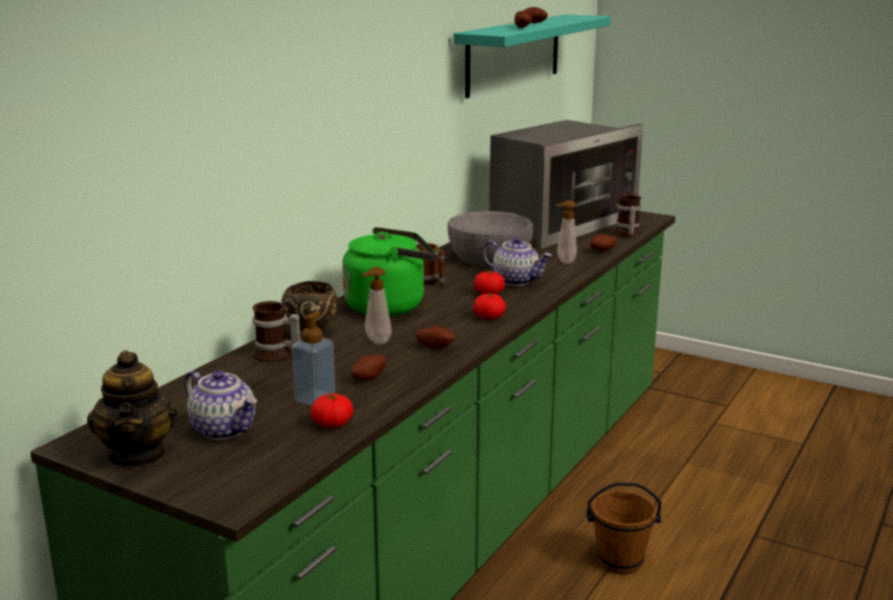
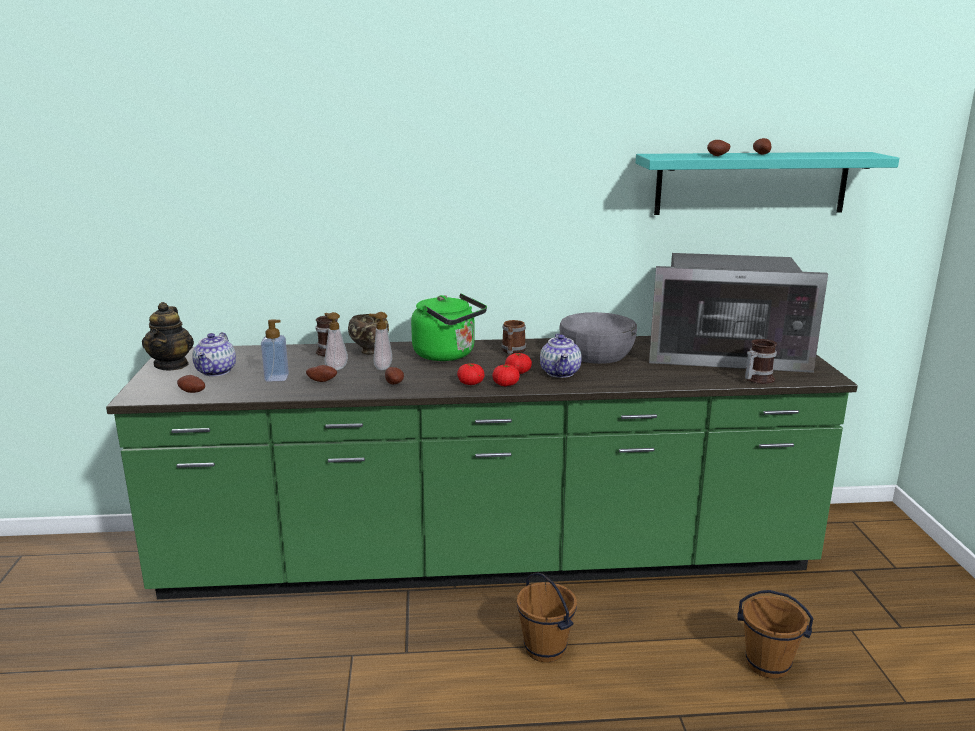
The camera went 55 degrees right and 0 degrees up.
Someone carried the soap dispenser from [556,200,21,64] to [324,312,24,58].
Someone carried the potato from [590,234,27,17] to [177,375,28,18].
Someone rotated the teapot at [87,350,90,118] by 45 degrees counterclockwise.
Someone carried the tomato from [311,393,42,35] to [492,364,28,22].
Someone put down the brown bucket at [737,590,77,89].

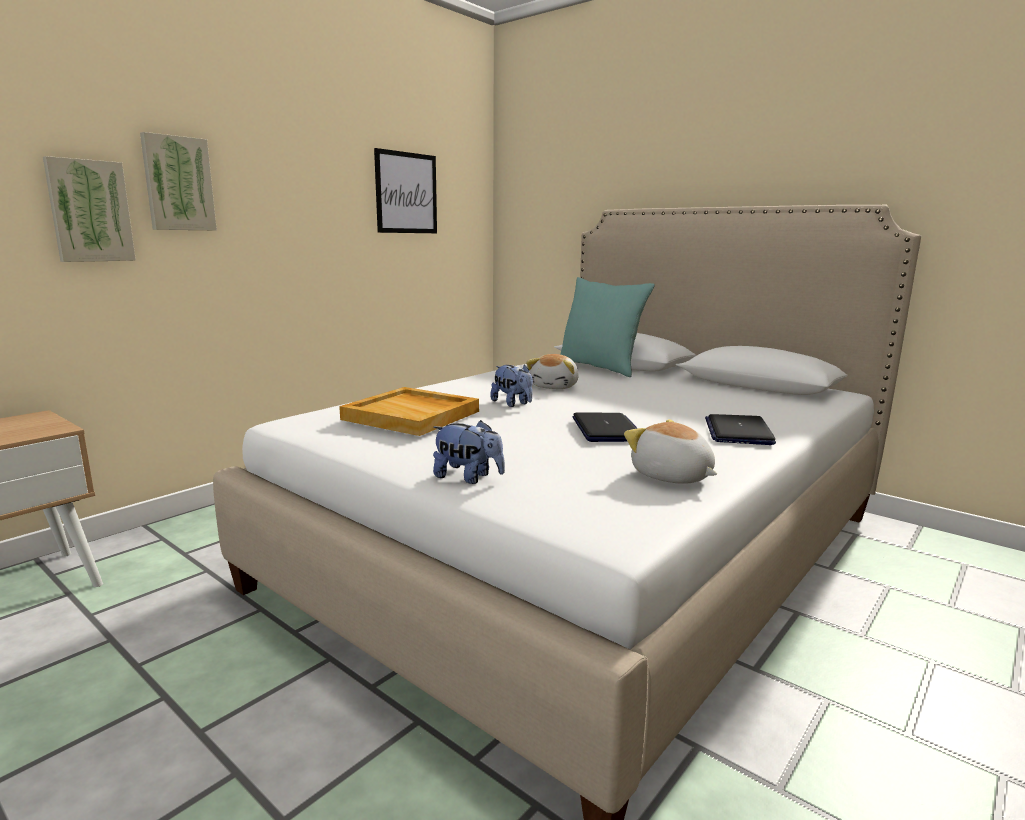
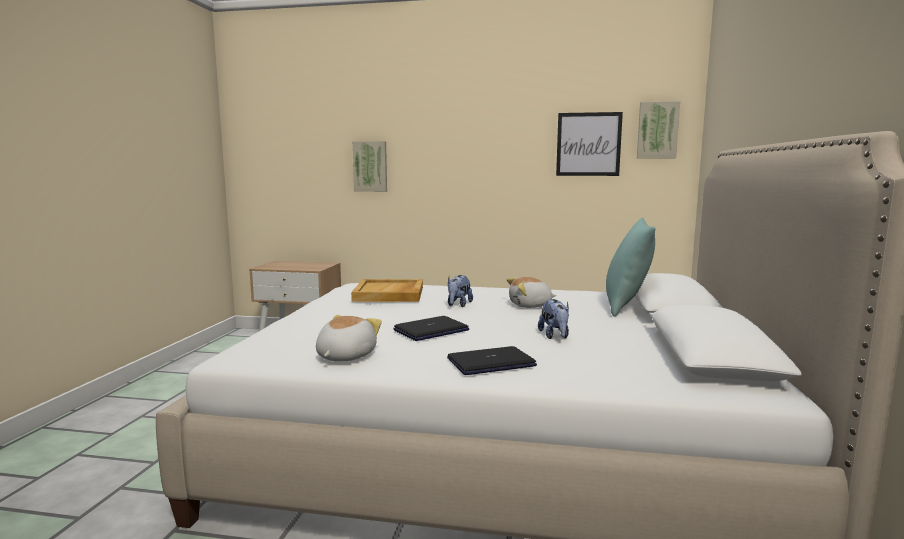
The camera went 60 degrees right and 5 degrees down.
Someone carried the picture from [140,132,77,98] to [637,101,43,58].
Someone carried the plush toy from [433,420,72,64] to [538,299,31,40].

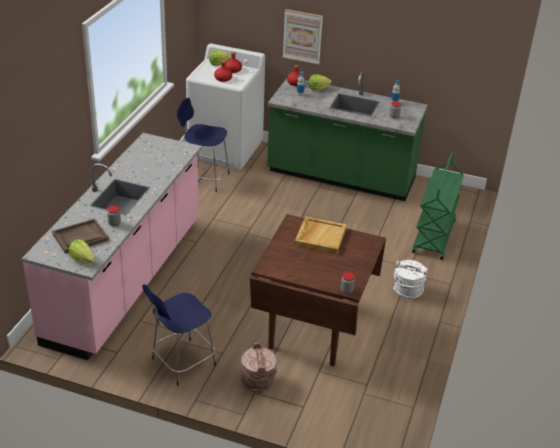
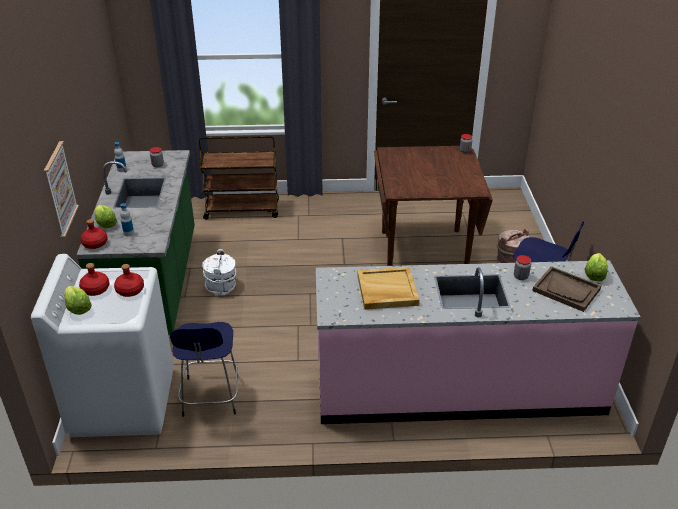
The camera went 110 degrees left and 0 degrees up.
Someone repainted the green cart at [412,152,52,108], which became the brown cart at [199,136,80,84].
Someone carried the beige tray from [294,216,53,38] to [357,267,62,43].
Someone carried the white bucket from [393,260,34,39] to [202,249,35,46].

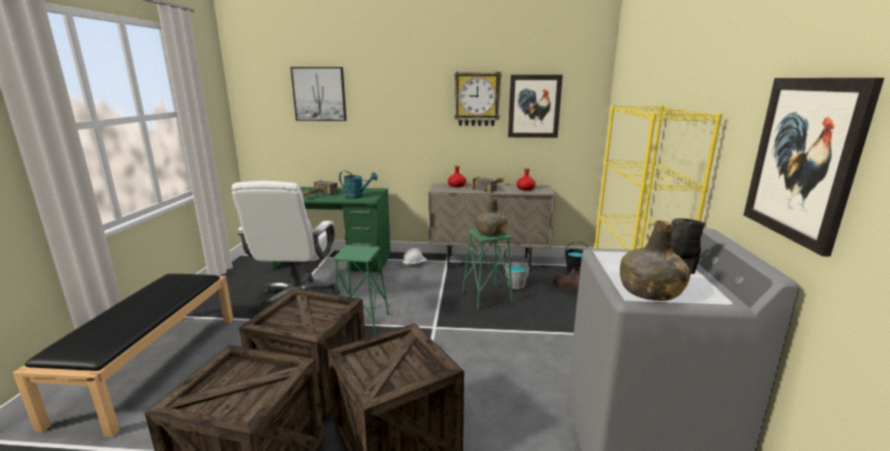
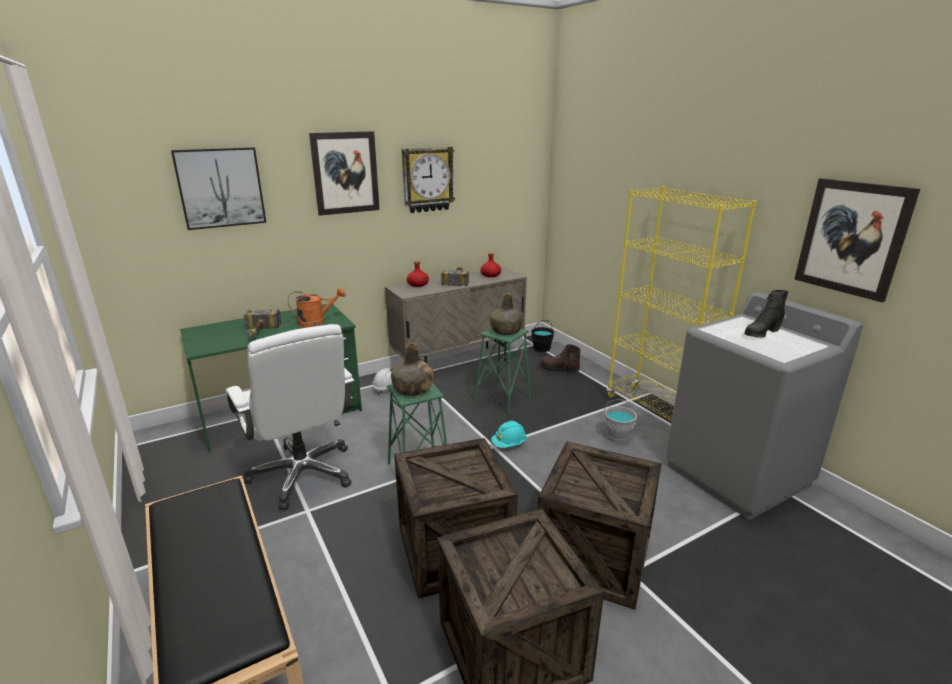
The camera went 35 degrees left and 5 degrees up.
Someone carried the picture from [508,75,55,63] to [309,131,71,85].
Someone repainted the turquoise watering can at [339,171,39,28], which became the orange watering can at [288,287,58,40].
Someone carried the green bottle from [620,221,70,80] to [391,343,43,53].
Someone carried the grey bucket from [505,255,25,34] to [604,399,34,44].
Someone put down the turquoise hard hat at [491,421,36,27].

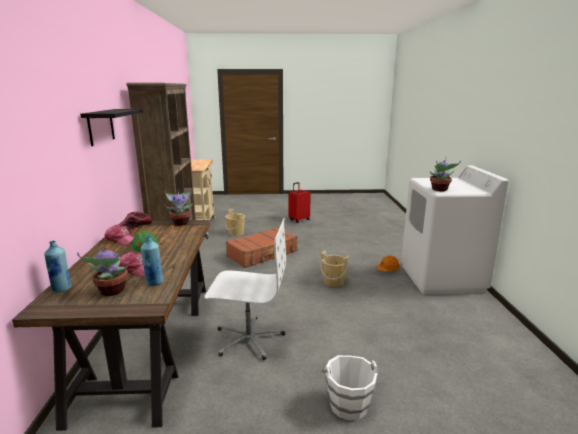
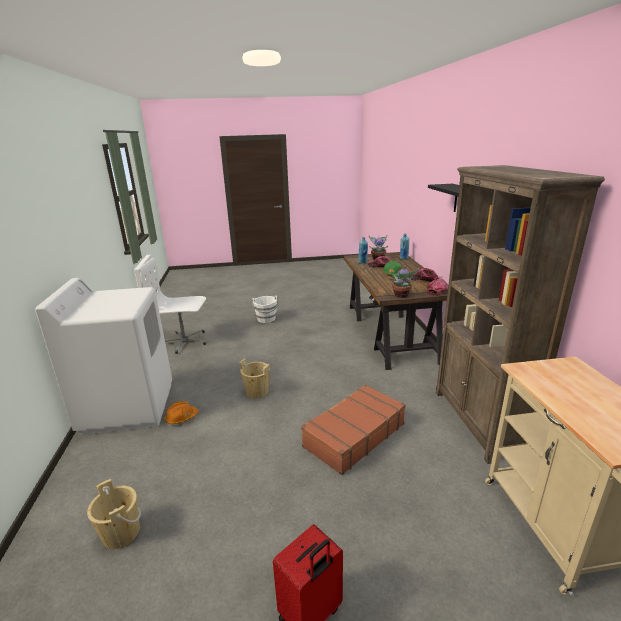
The camera went 175 degrees right and 5 degrees up.
Someone took away the potted plant at [430,157,31,34].
Someone carried the beige bucket from [225,209,20,27] to [87,479,54,70].
Someone carried the white office chair from [204,218,82,142] to [140,258,66,96].

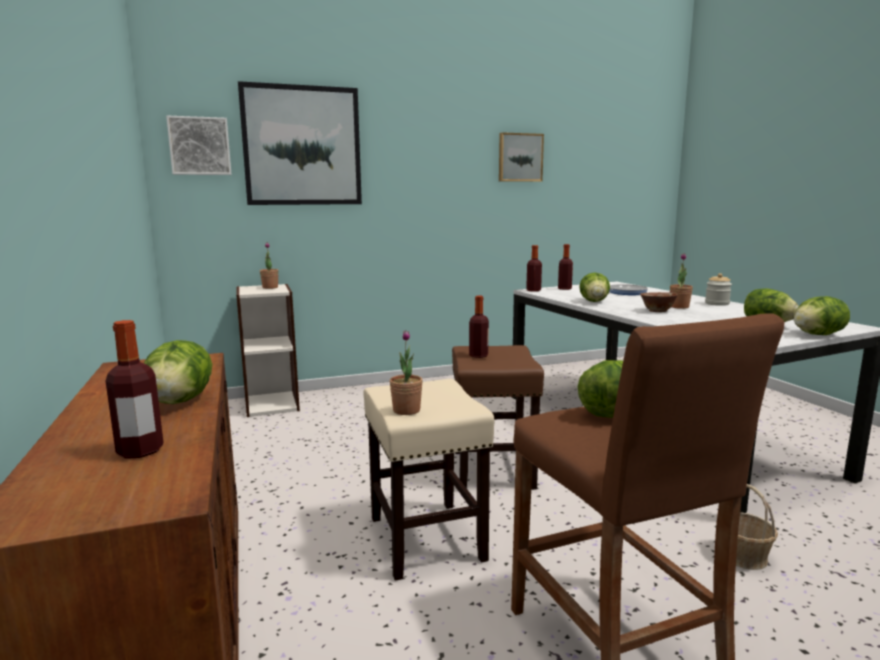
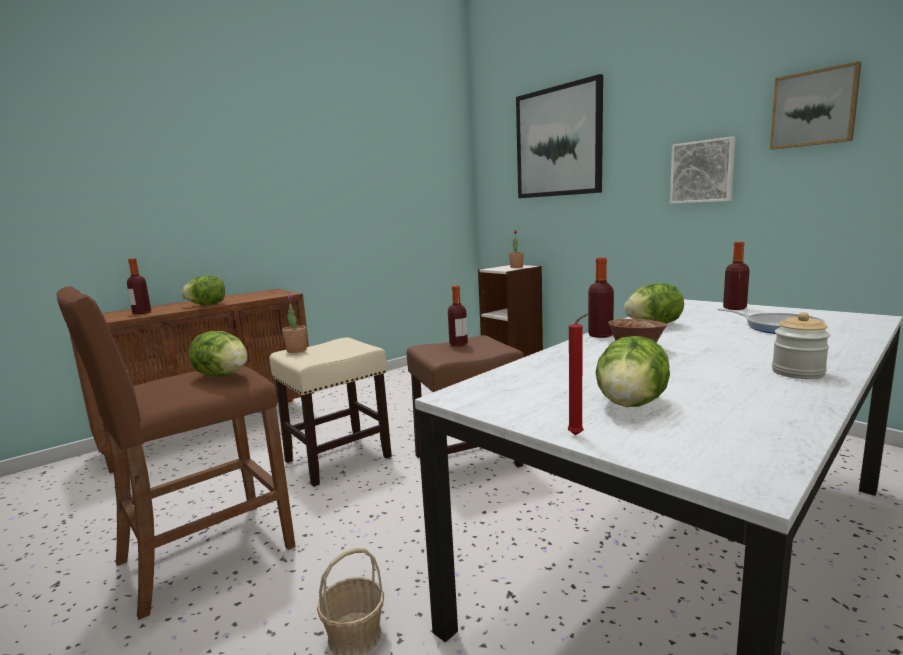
The camera went 70 degrees right and 0 degrees up.
Someone carried the picture from [166,116,66,59] to [670,136,66,68].
Someone carried the bottle from [526,245,16,47] to [588,257,26,81].
Someone took away the potted plant at [670,253,23,56].
Someone swapped the lettuce at [794,296,56,39] for the red candle at [568,314,20,121].

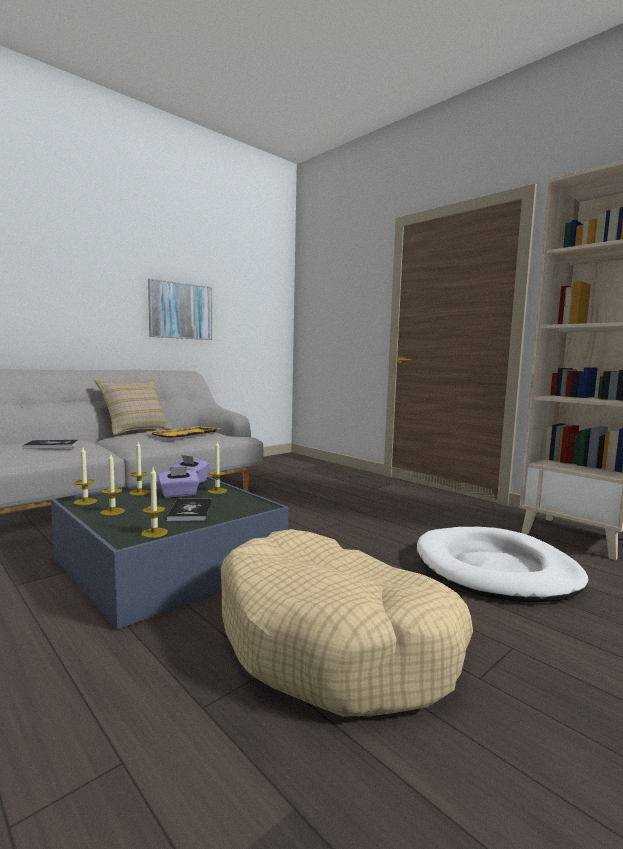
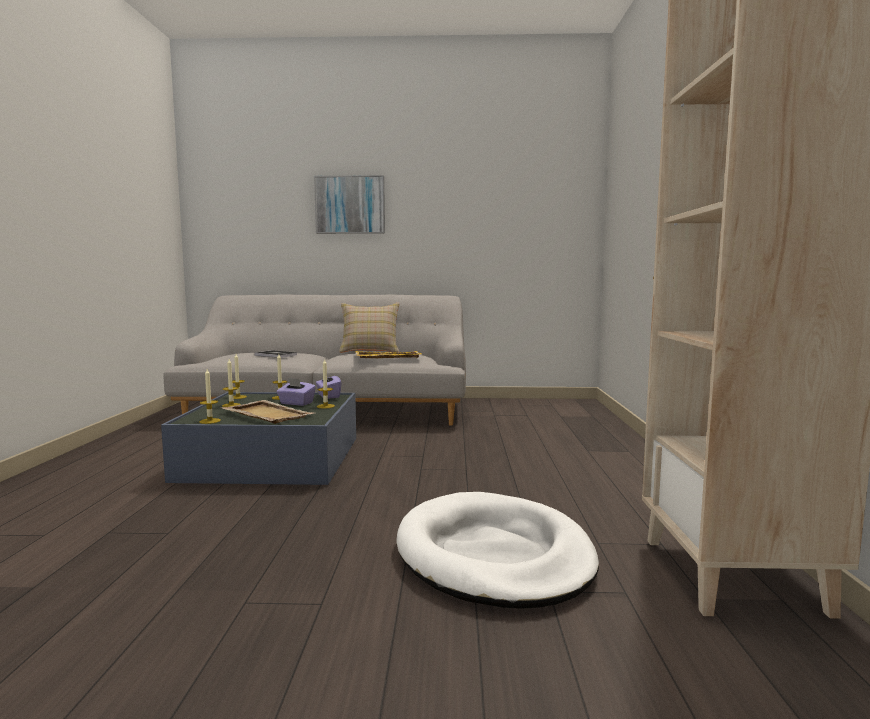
The camera went 45 degrees right and 0 degrees up.
Someone carried the picture from [148,279,64,61] to [314,175,71,59].
Someone swapped the book at [167,499,45,22] for the beige tray at [221,400,92,24].
Someone took away the beige dog bed at [221,529,252,188].

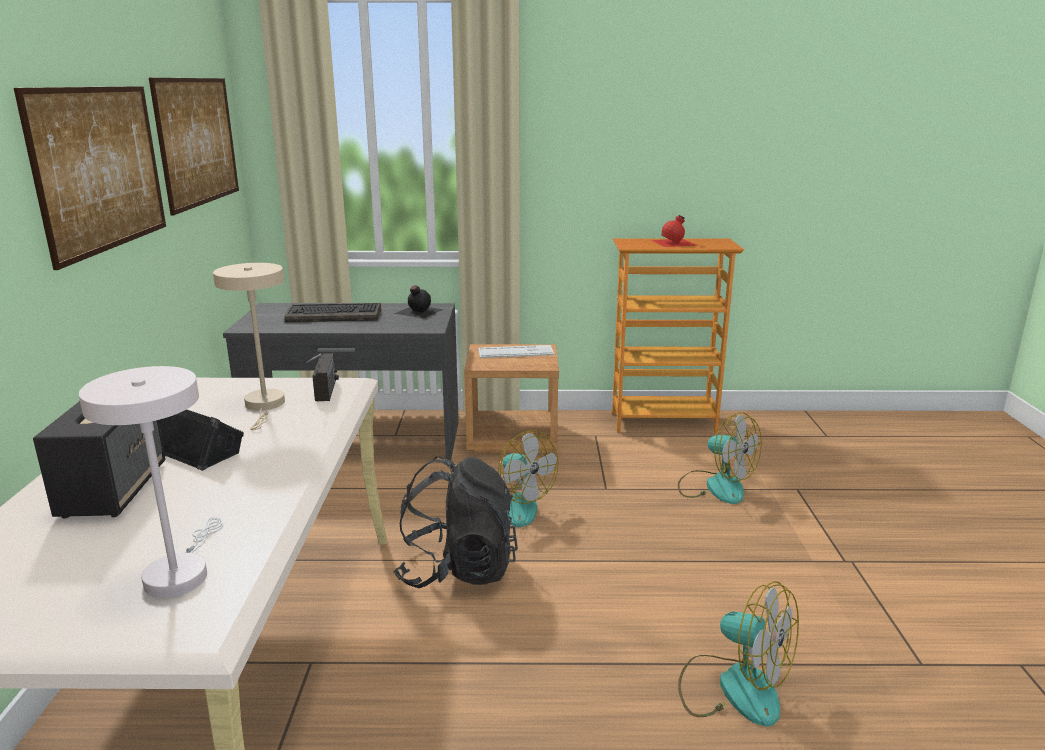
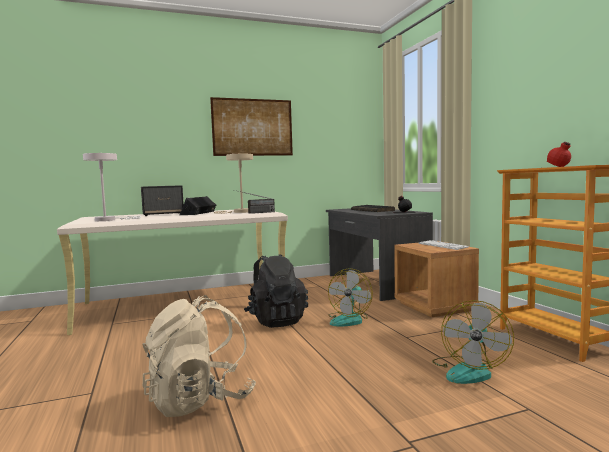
The camera went 70 degrees right and 15 degrees down.
Someone took away the picture at [149,78,90,138].
Someone swapped the fan at [678,581,121,145] for the beige backpack at [143,295,113,122].

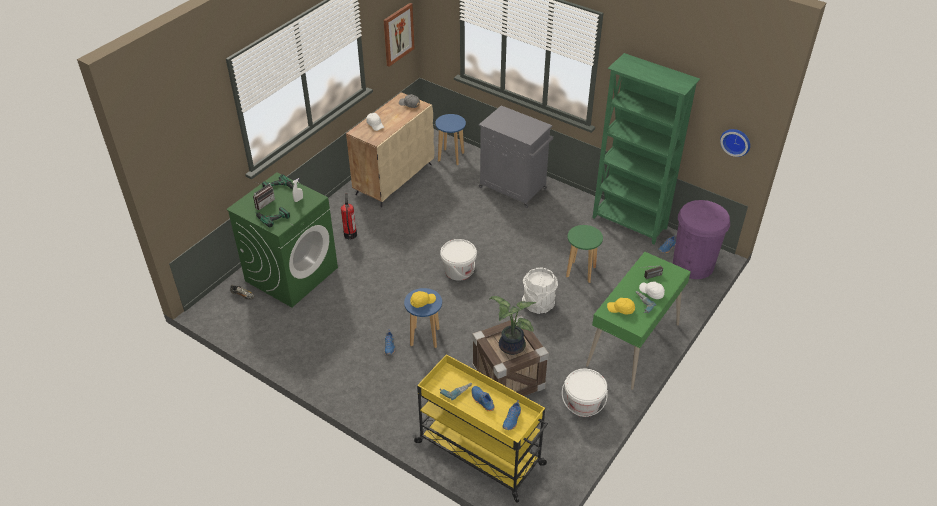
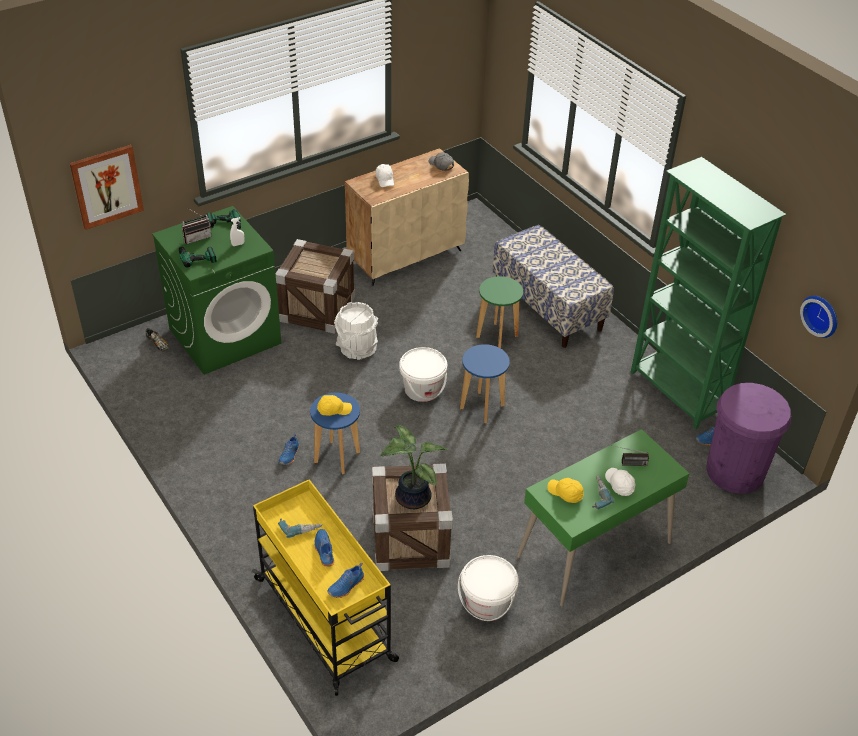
The camera went 20 degrees right and 0 degrees up.
Someone carried the picture from [384,3,31,64] to [69,145,75,85].
Someone swapped the grey cabinet at [479,105,74,103] for the bench at [492,225,122,123].
Someone carried the blue stool from [435,114,31,51] to [460,344,50,79].
Someone swapped the fire extinguisher at [341,193,16,46] for the crate at [276,239,79,95].
Someone carried the green stool from [566,225,37,58] to [476,276,47,72].
Someone carried the white bucket from [522,268,36,46] to [334,302,44,58].

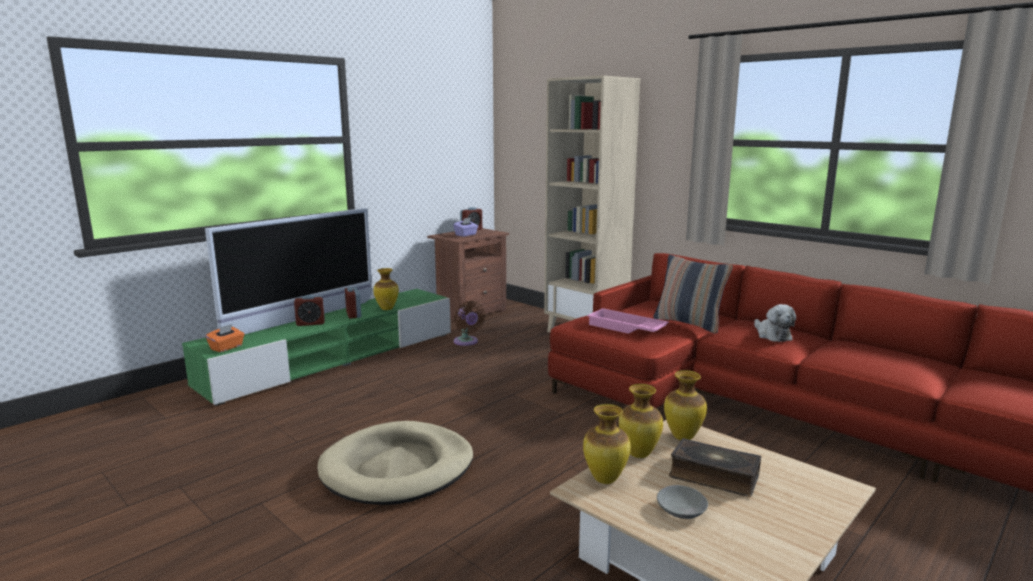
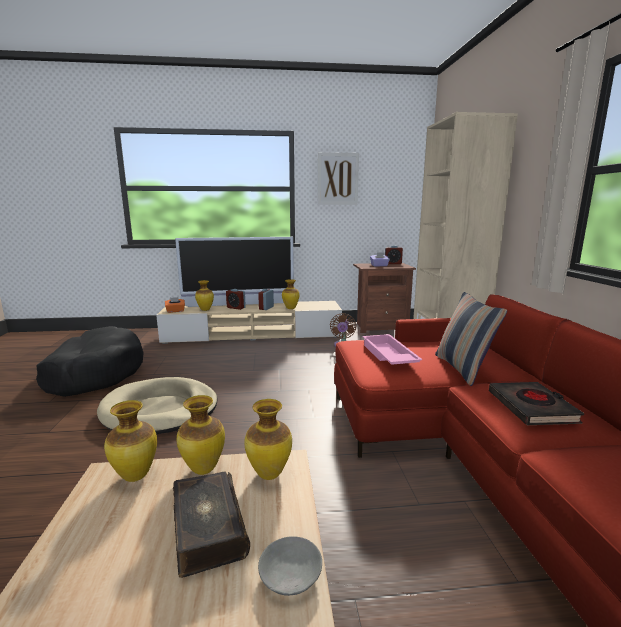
The camera went 40 degrees right and 0 degrees up.
Someone repainted the green tv stand at [182,289,269,117], which became the beige tv stand at [156,301,186,43].
Someone swapped the plush toy at [754,304,42,38] for the black book at [489,382,95,43].
Someone carried the grey bowl from [657,485,51,34] to [258,536,64,60].
Someone put up the picture at [318,152,41,53].
Someone put down the vase at [195,280,19,31].
Someone put down the black dog bed at [36,326,107,71].

